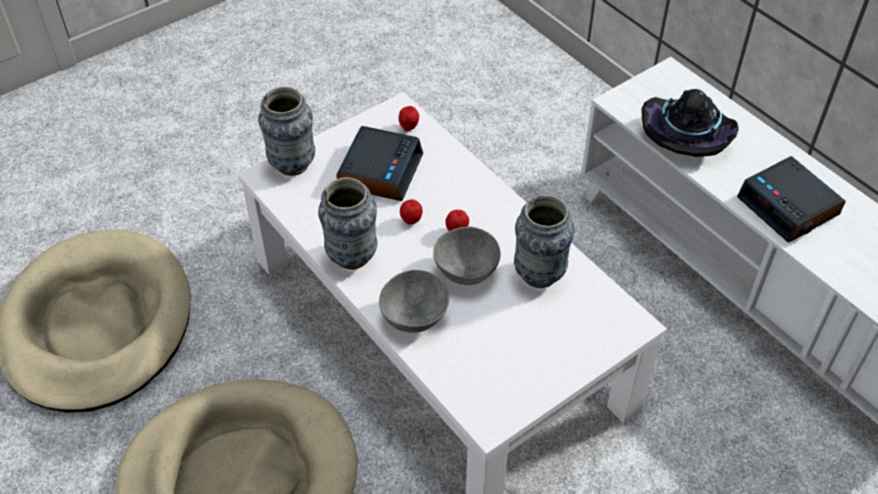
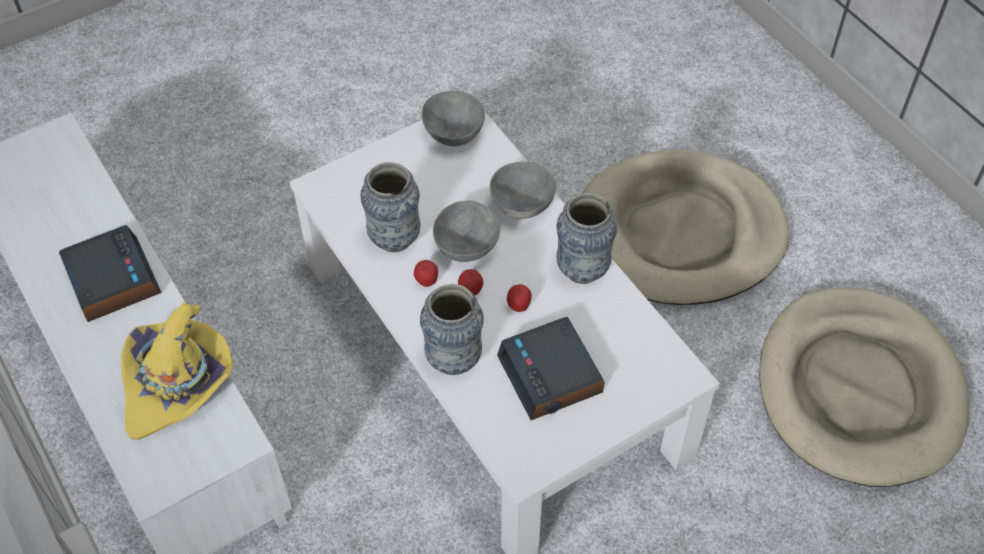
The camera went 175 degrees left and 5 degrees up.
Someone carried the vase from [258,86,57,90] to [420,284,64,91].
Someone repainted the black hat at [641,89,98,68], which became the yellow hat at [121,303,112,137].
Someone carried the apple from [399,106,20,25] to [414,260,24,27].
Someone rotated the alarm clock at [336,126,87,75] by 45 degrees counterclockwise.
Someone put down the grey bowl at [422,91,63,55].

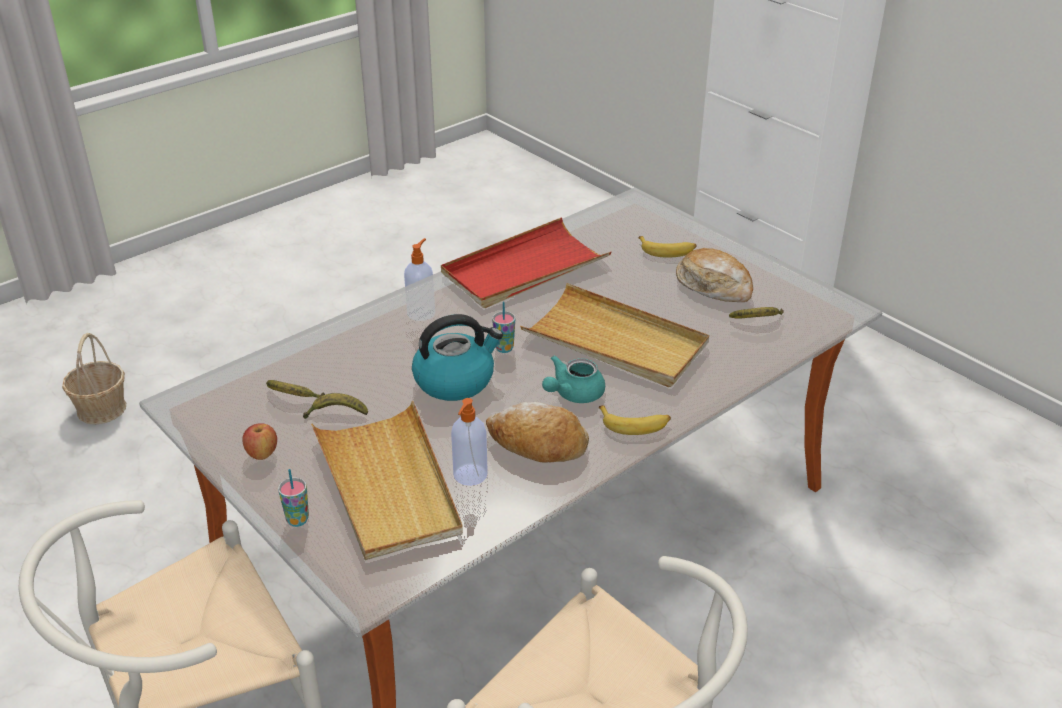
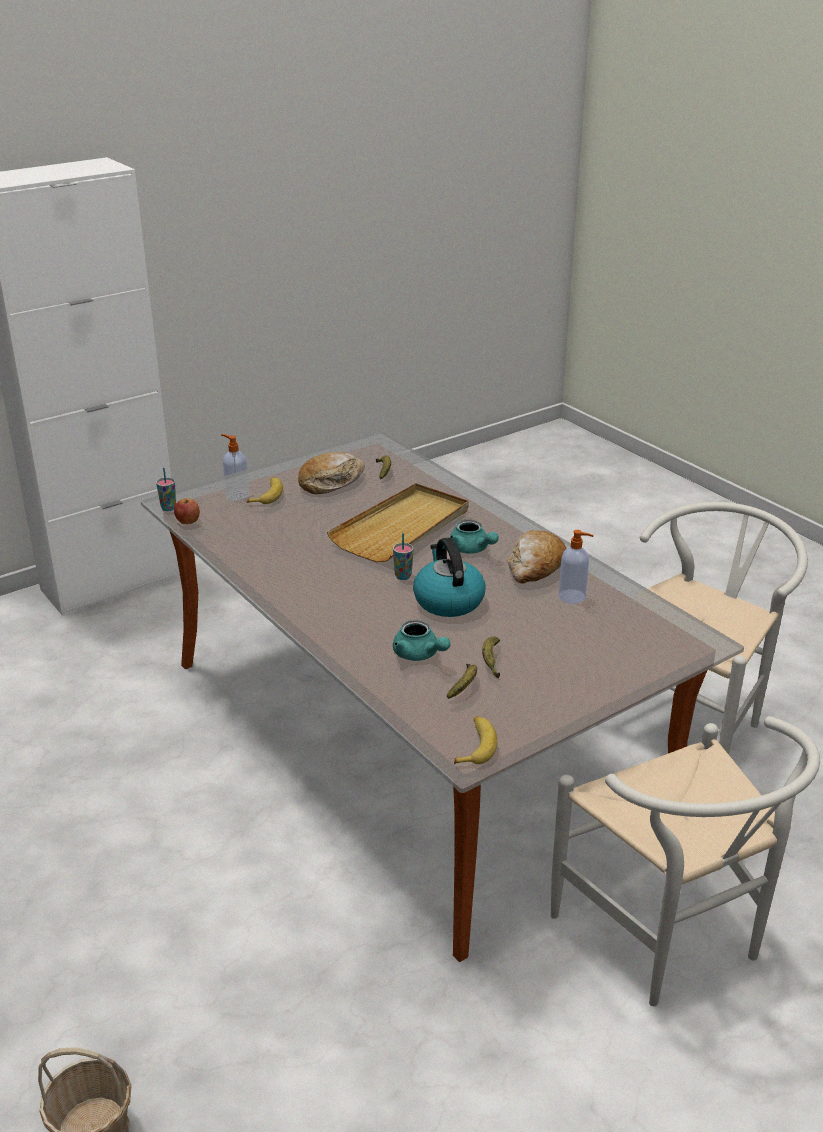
The camera went 85 degrees left and 5 degrees down.
Someone took away the red tray at [441,218,170,90].
Someone carried the soap dispenser from [404,238,31,83] to [221,434,28,67].
Someone took away the beige tray at [311,401,152,159].
Someone carried the banana from [599,405,72,30] to [454,716,43,48].
Someone carried the apple from [242,423,35,37] to [174,498,26,26].
Someone carried the cup from [278,469,31,58] to [156,468,20,43].
Someone put down the turquoise teapot at [393,620,58,41].

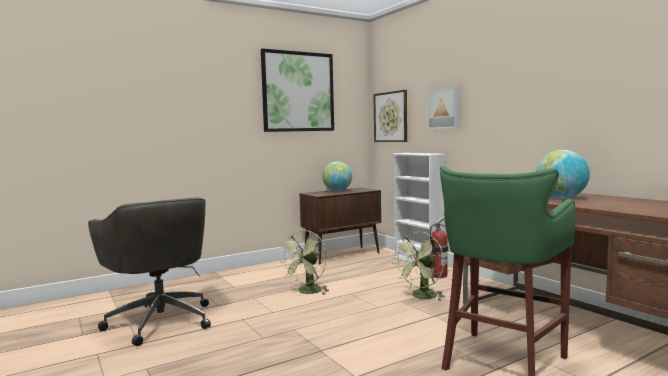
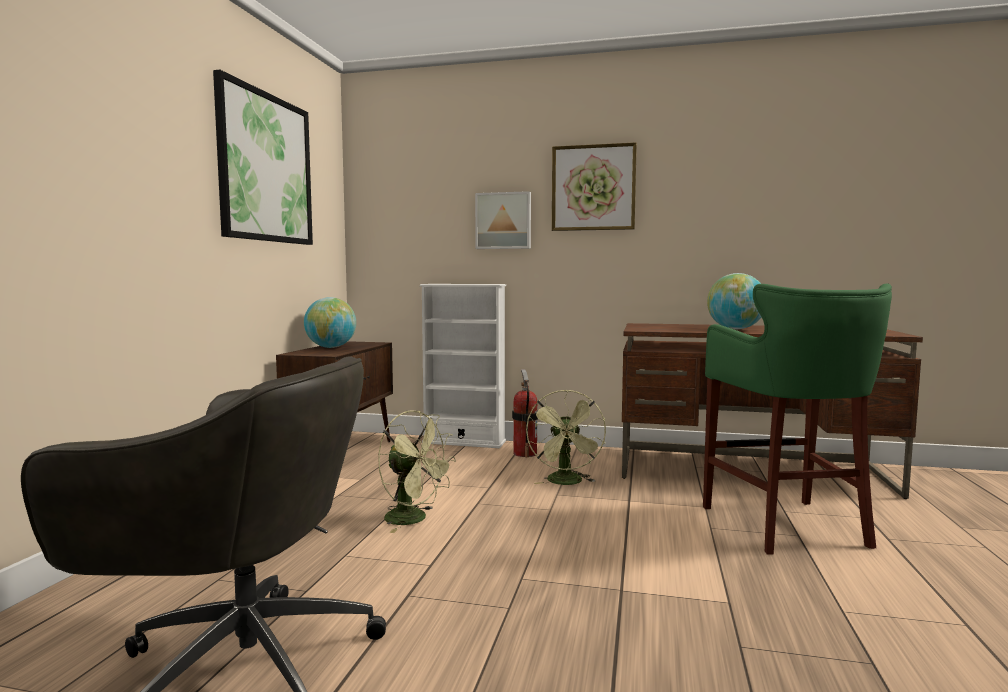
The camera went 45 degrees left and 0 degrees up.
Someone carried the picture from [373,90,34,52] to [552,142,85,89].
Someone rotated the green fan at [280,230,49,65] by 45 degrees counterclockwise.

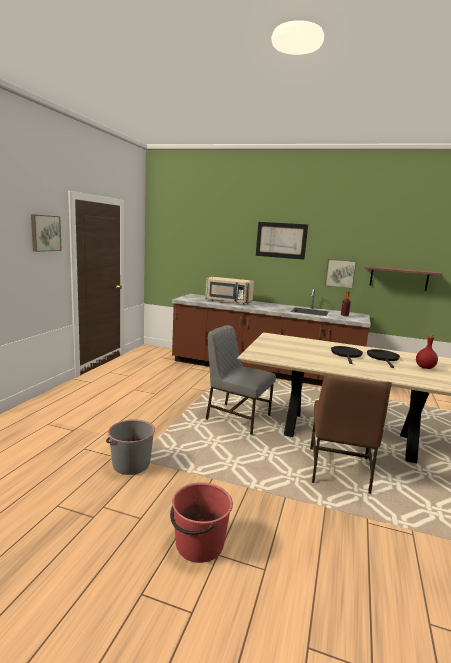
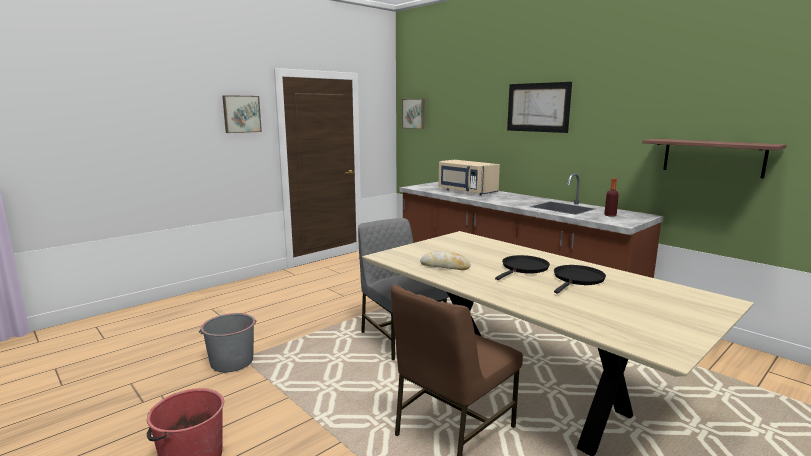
The camera went 30 degrees right and 0 degrees up.
Someone carried the picture from [325,259,32,30] to [402,99,23,30].
Someone took away the red bottle at [416,334,22,35].
Someone put down the bread at [420,251,51,19].

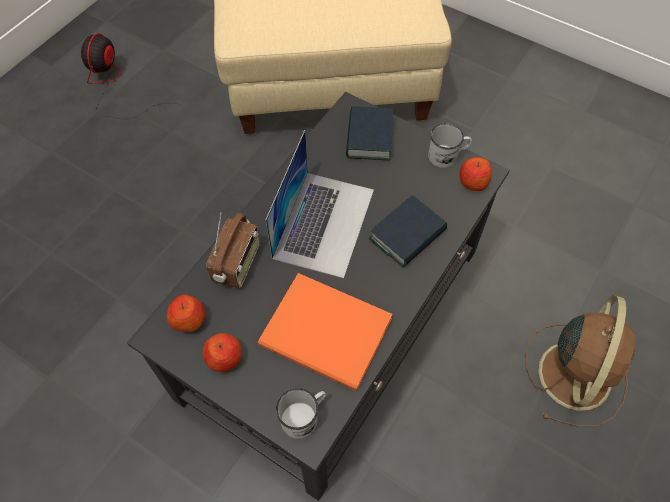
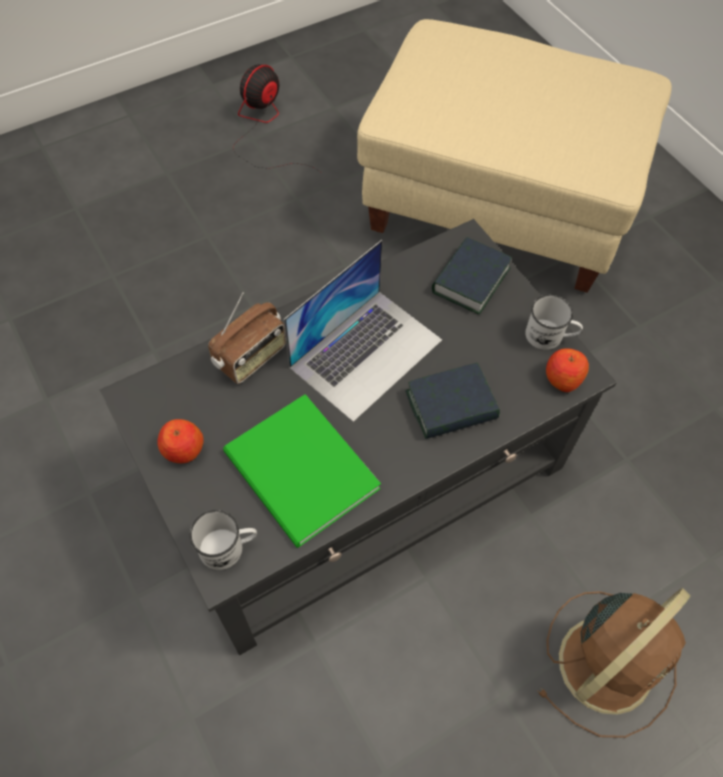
The camera went 25 degrees right and 0 degrees up.
Someone repainted the orange book at [258,273,135,118], which became the green book at [223,394,158,154].
Someone took away the apple at [167,294,38,38].

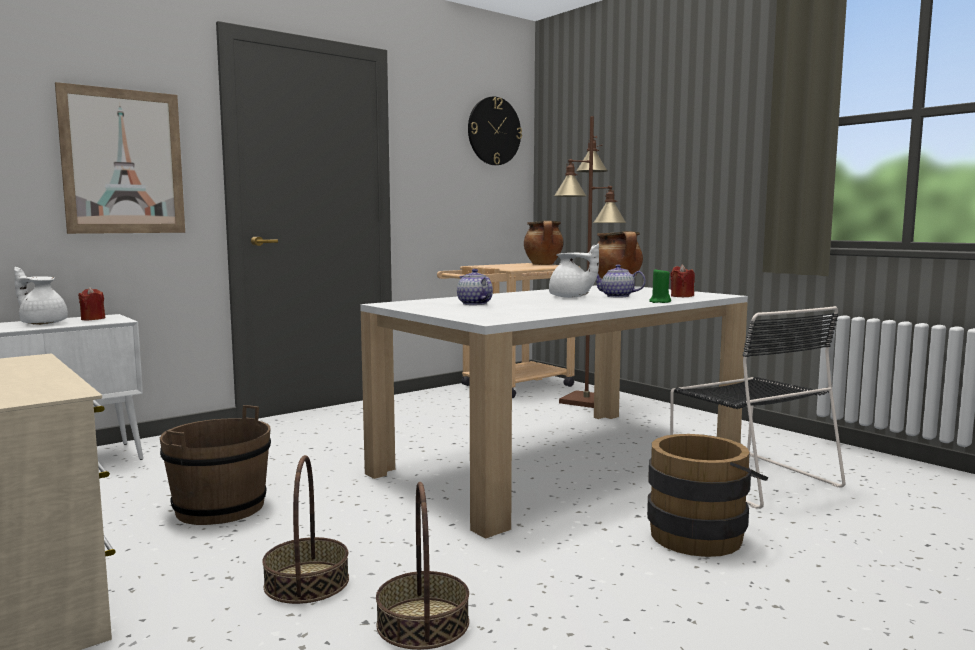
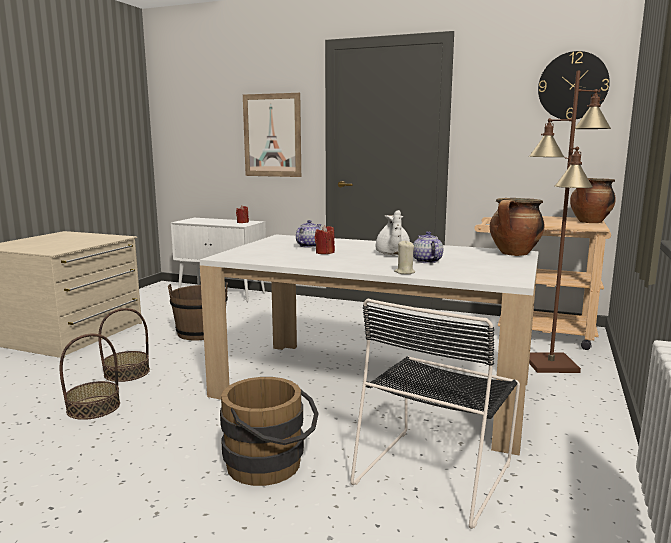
The camera went 60 degrees right and 5 degrees up.
Someone carried the red candle from [670,265,25,32] to [315,225,20,29].
Someone took away the white teapot at [14,267,54,58].
Someone repainted the green candle at [649,268,22,35], which became the beige candle at [394,241,21,33].

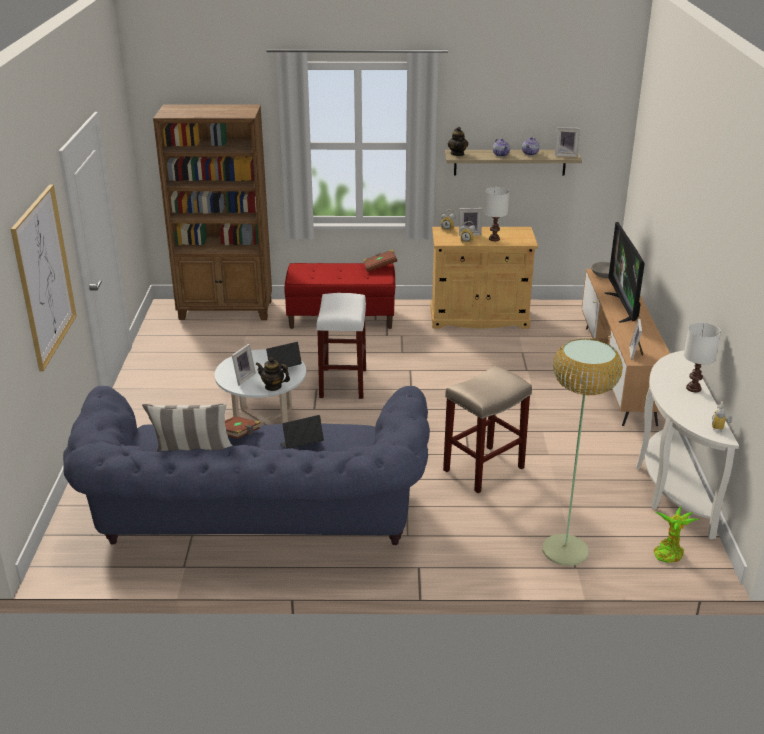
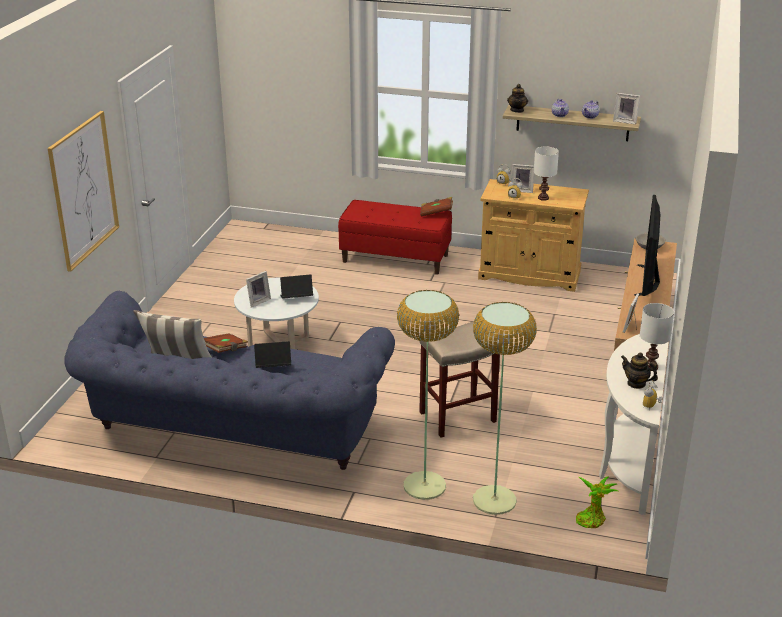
The camera went 15 degrees right and 0 degrees up.
Someone took away the brown bookcase at [153,104,119,216].
Someone took away the white stool at [316,293,50,106].
Someone carried the teapot from [256,357,34,34] to [621,352,37,37].
Someone put down the floor lamp at [397,290,62,210].

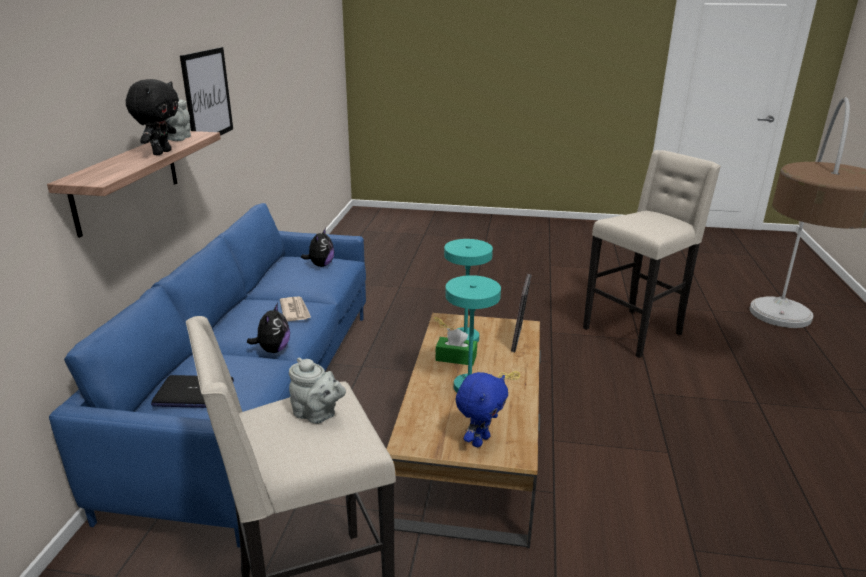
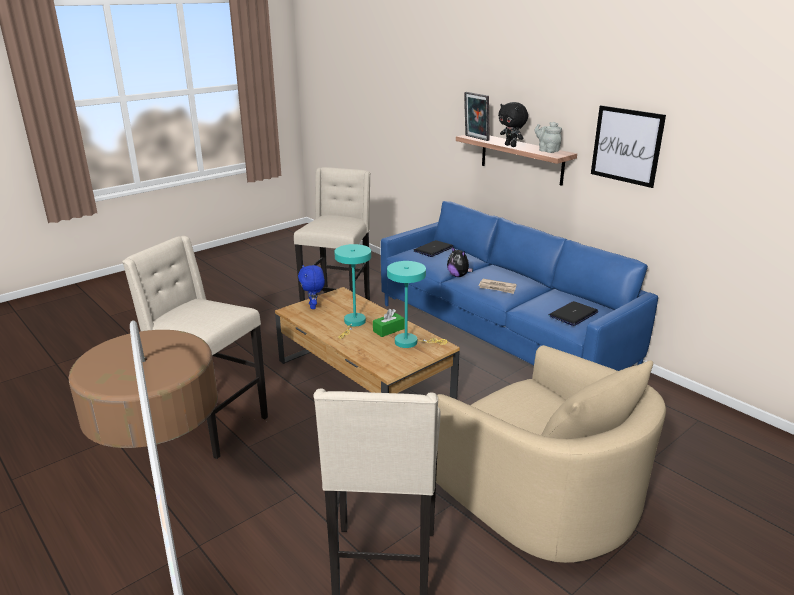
The camera went 130 degrees right and 0 degrees up.
Someone swapped the plush toy at [301,228,33,39] for the laptop at [548,301,50,25].
Someone carried the picture frame from [511,274,21,78] to [464,92,26,49].
Someone took away the grey teapot at [289,358,57,66].
Someone put down the beige stool at [122,236,146,223].
Someone put down the beige armchair at [436,345,230,218].

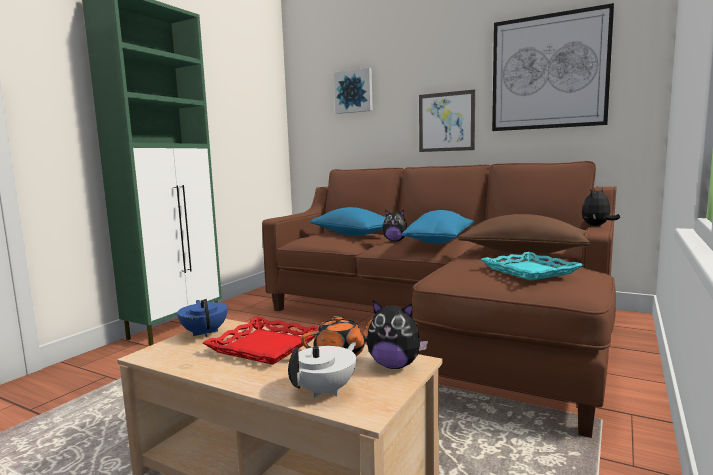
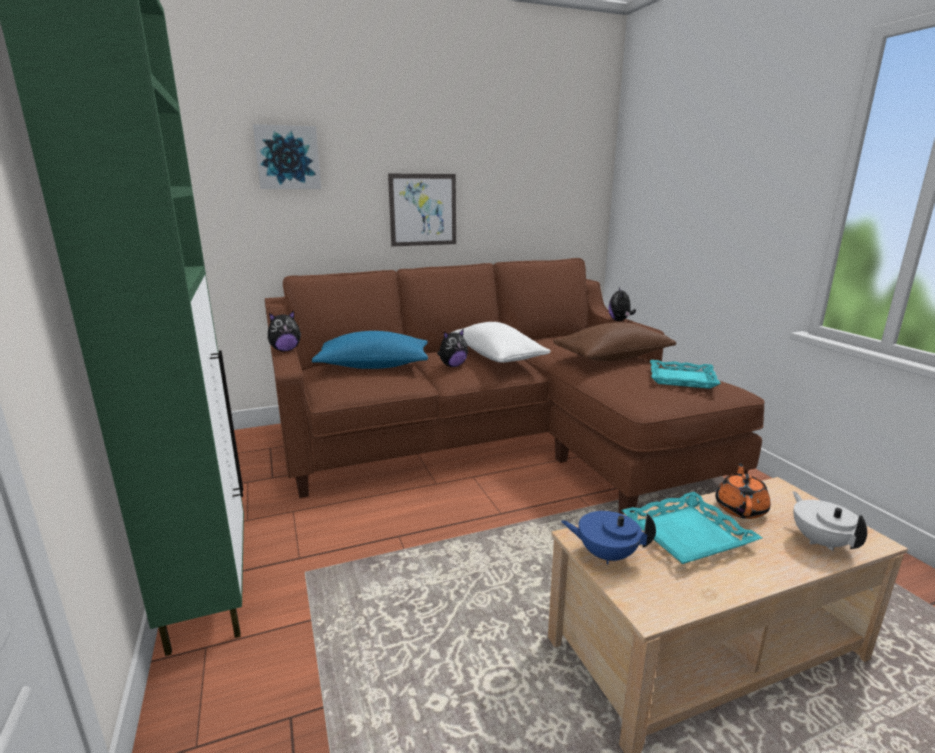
The camera went 50 degrees left and 10 degrees up.
Someone took away the picture at [492,3,122,128].
Someone repainted the blue pillow at [402,210,72,34], which became the white pillow at [451,322,100,41].
Someone carried the plush toy from [367,300,61,69] to [268,311,33,40].
Someone repainted the red tray at [203,317,116,48], which became the turquoise tray at [621,492,141,72].

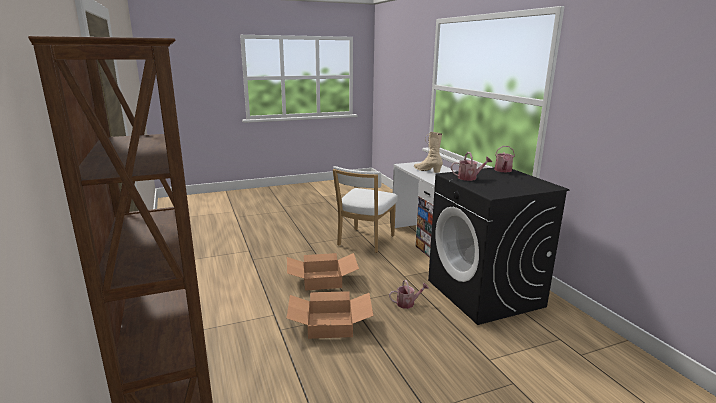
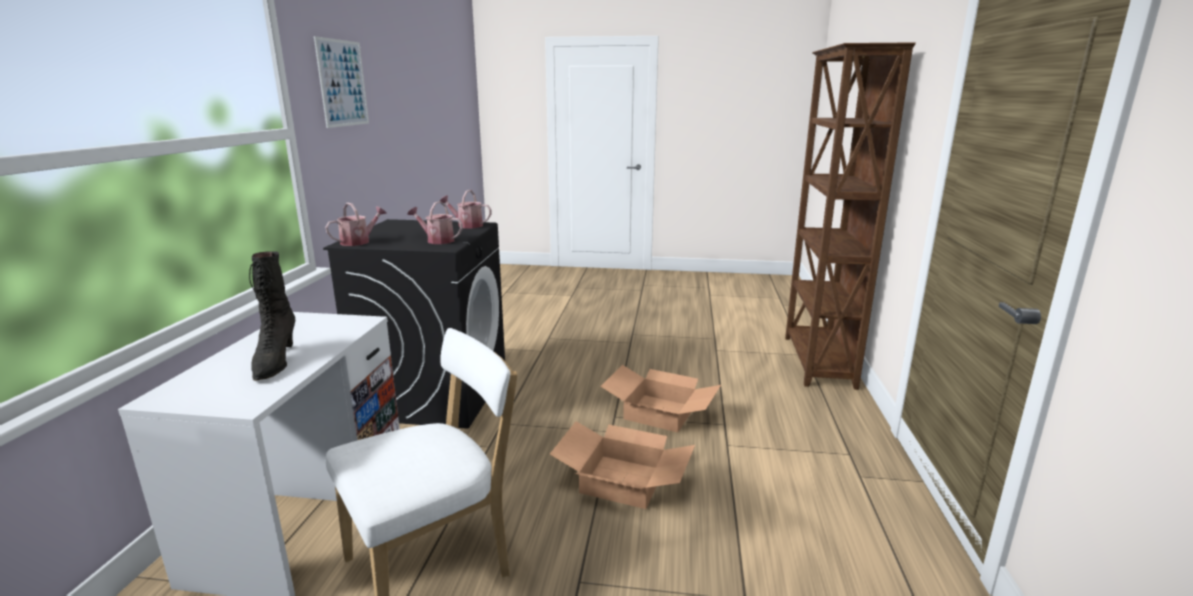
The camera went 150 degrees left and 0 degrees up.
Someone repainted the beige boot at [414,132,29,41], which became the black boot at [249,251,46,130].
Someone carried the watering can from [389,280,40,29] to [440,190,52,38].
Someone put up the picture at [314,36,55,92].

